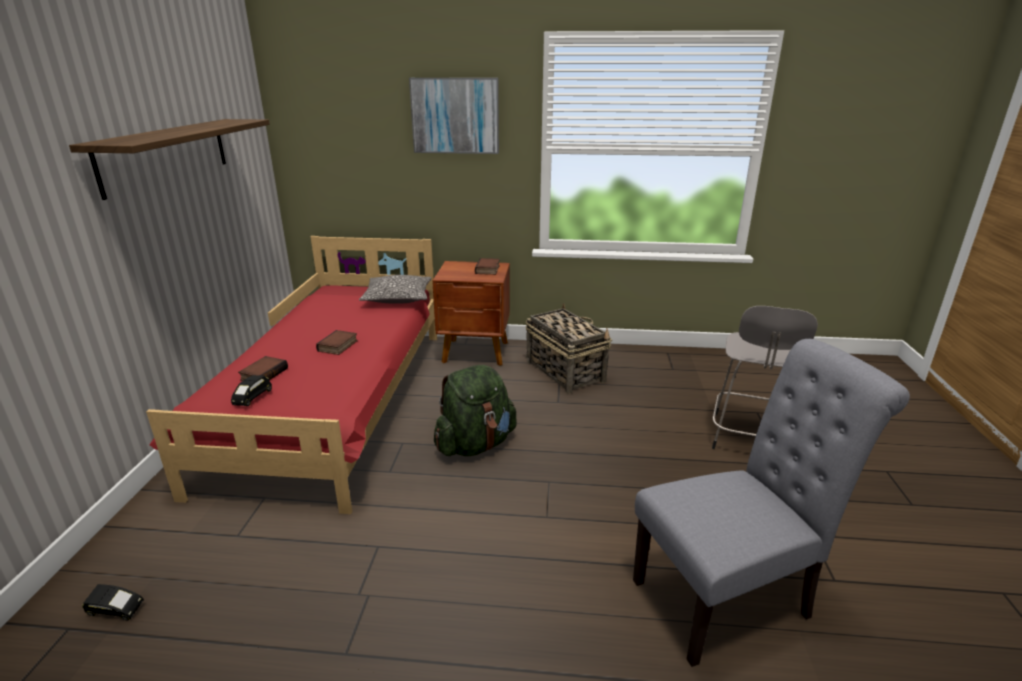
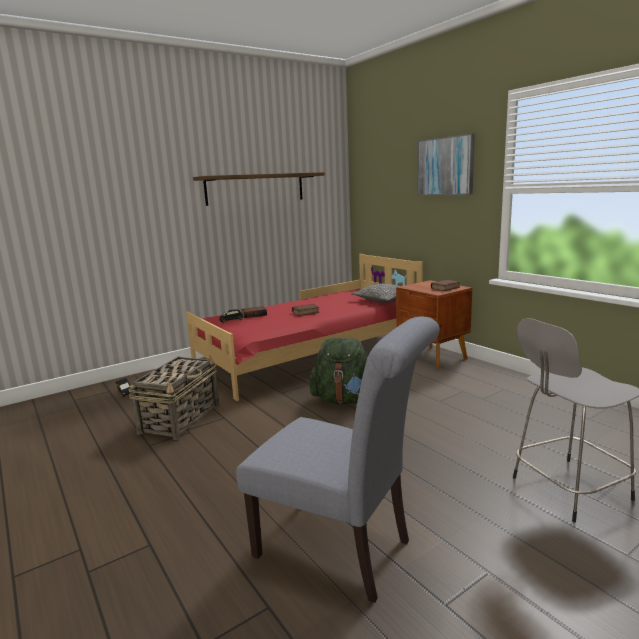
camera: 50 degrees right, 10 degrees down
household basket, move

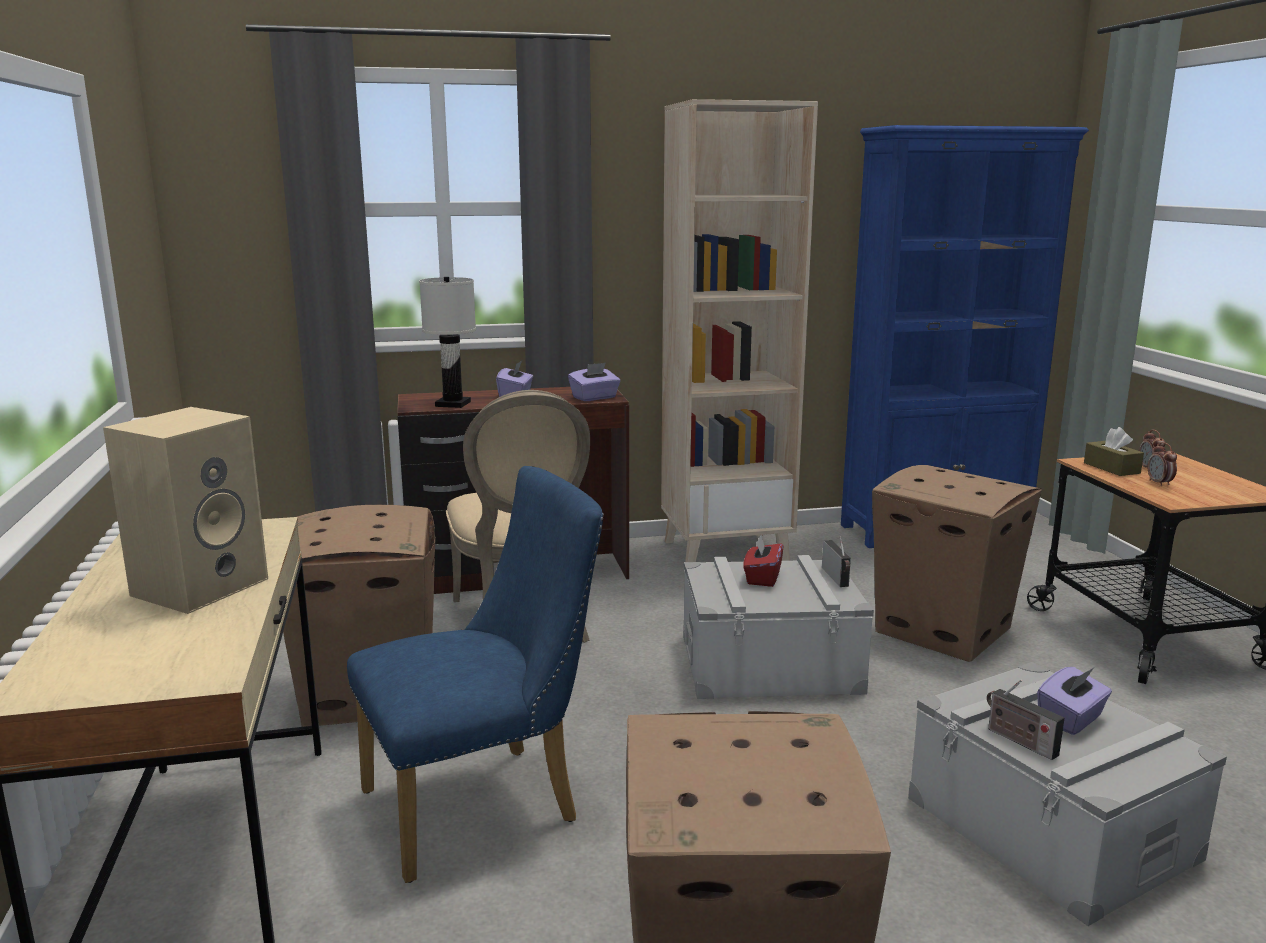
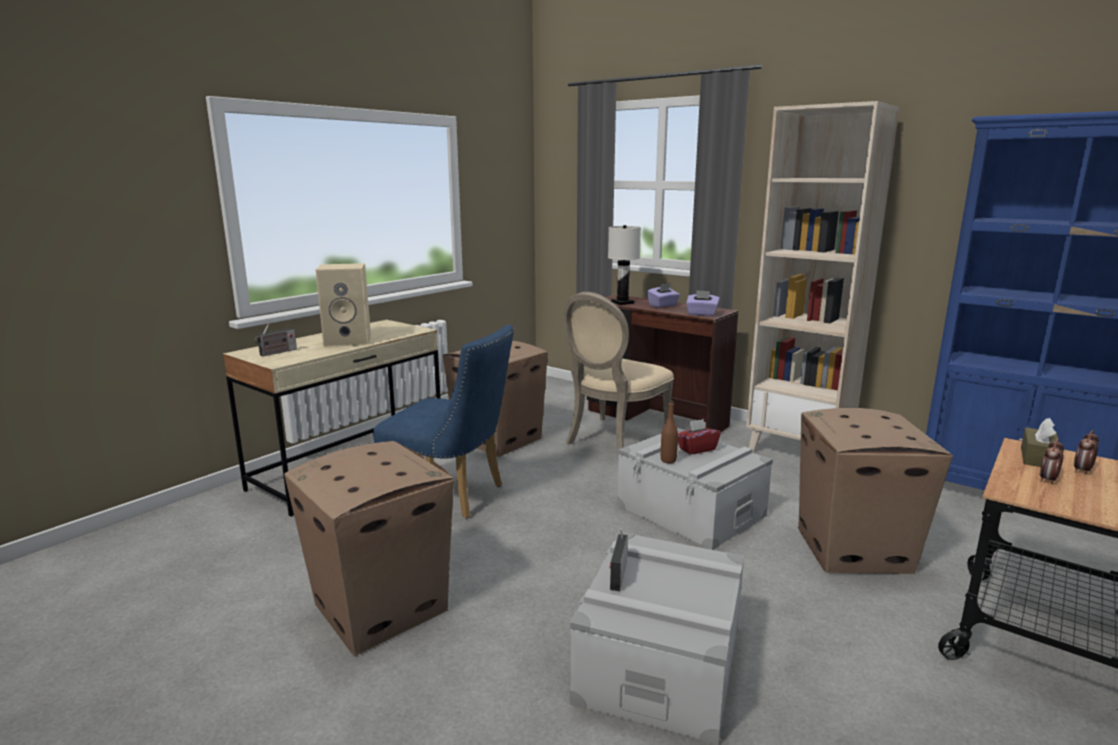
camera: 50 degrees right, 0 degrees up
radio set (1st from left), move
purplish tissue holder (3rd from left) → -
- → brownish drink bottle

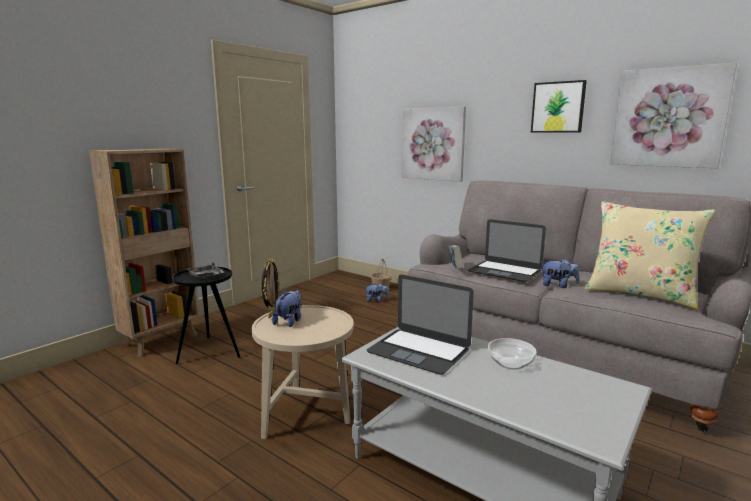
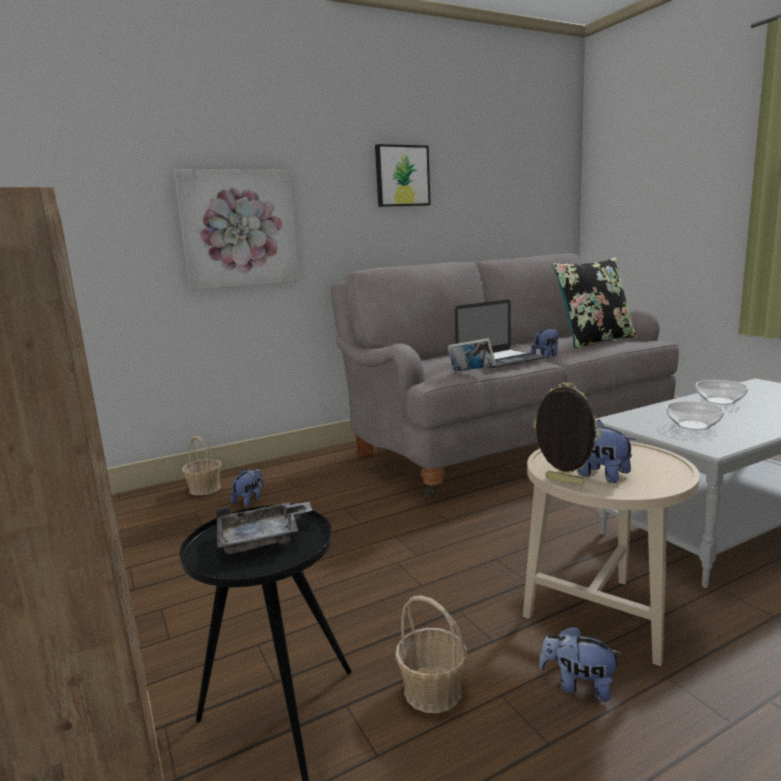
camera: 65 degrees left, 0 degrees up
wall art (3rd from left) → -
sand-coloured cushion → blackish cushion
laptop (1st from left) → deep dish (1st from left)
- → household basket (2nd from left)
- → plush toy (3rd from left)

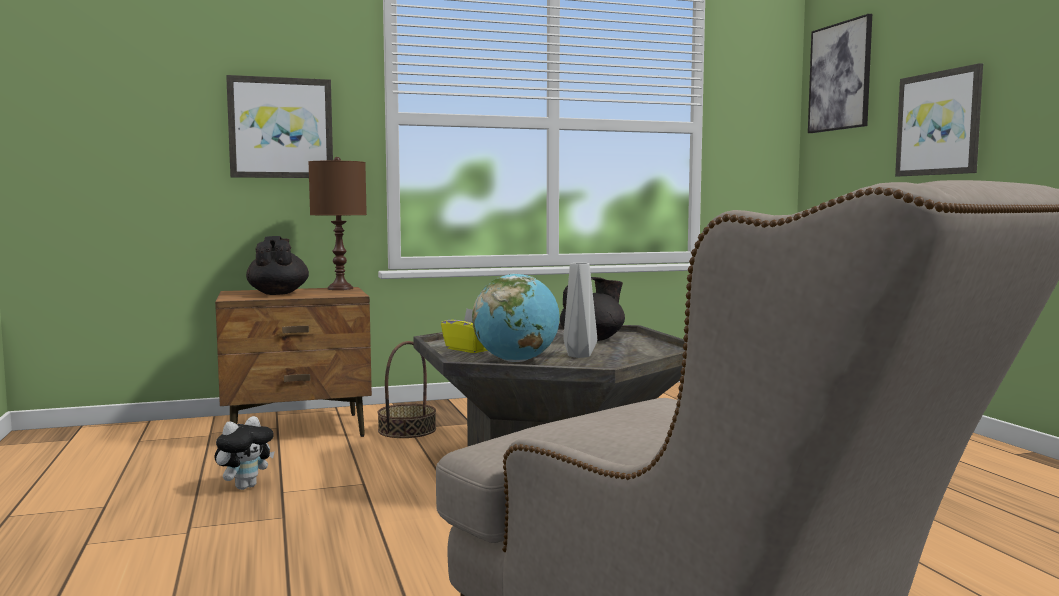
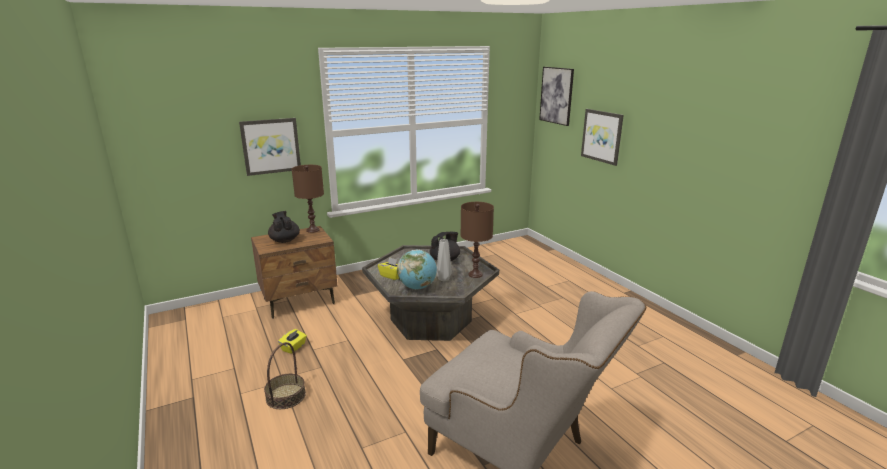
camera: 10 degrees left, 15 degrees up
household basket, move
plush toy → yellowish tissue holder (1st from left)
- → brownish table lamp (2nd from left)

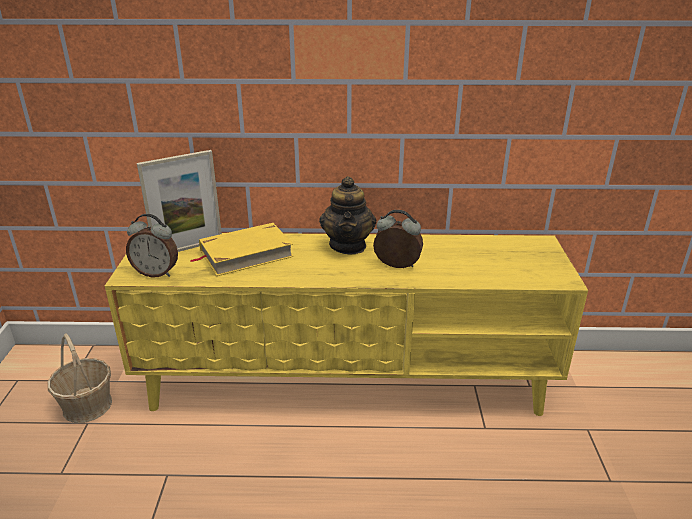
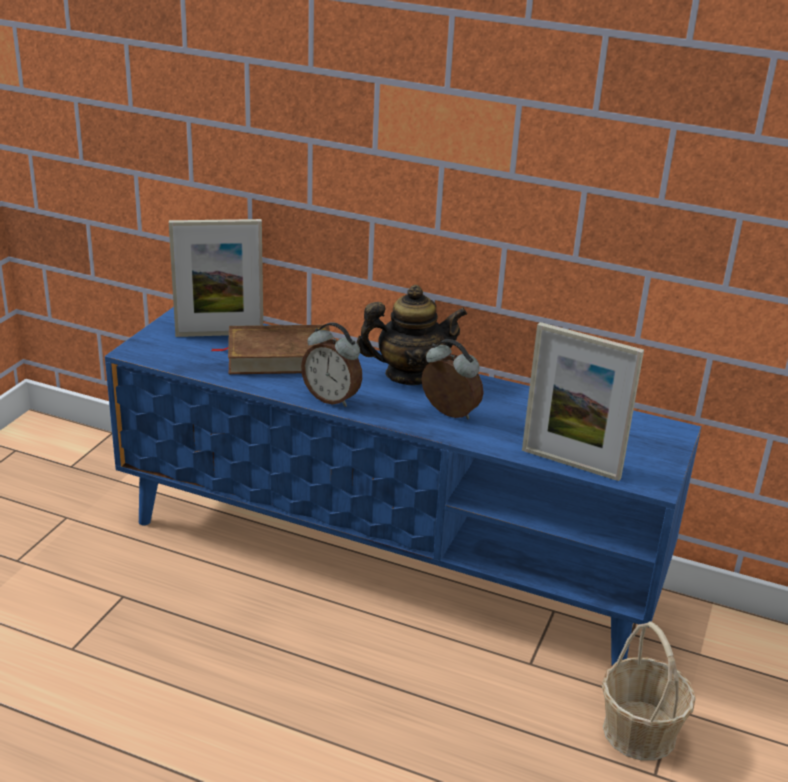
camera: 20 degrees right, 0 degrees up
teapot, 120 degrees counterclockwise
alarm clock (1st from left), move
yellowish book → brownish book
yellowish media console → blue-coloured media console
household basket, move
- → picture frame (2nd from left)

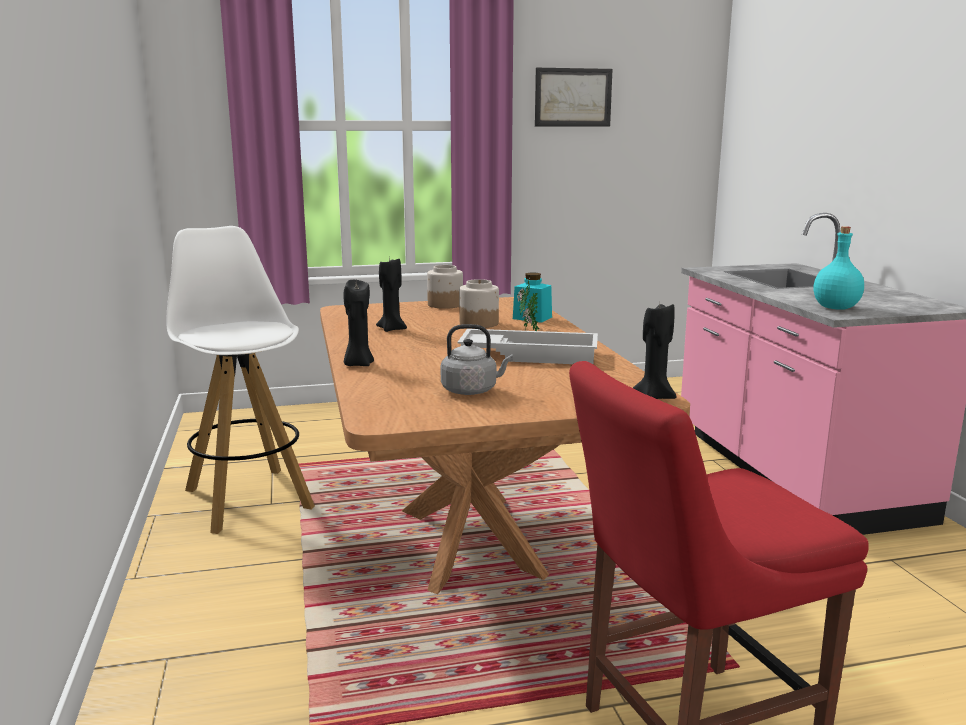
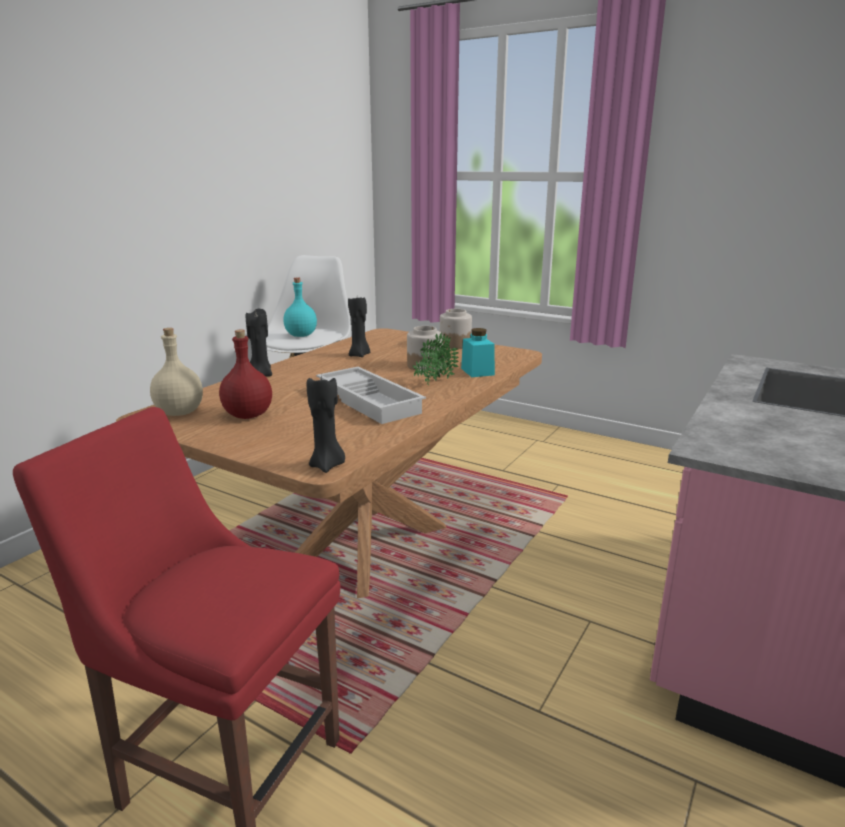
camera: 45 degrees right, 5 degrees up
wall art → -
turquoise drink bottle, move
gray water kettle → red drink bottle
- → sand-coloured drink bottle

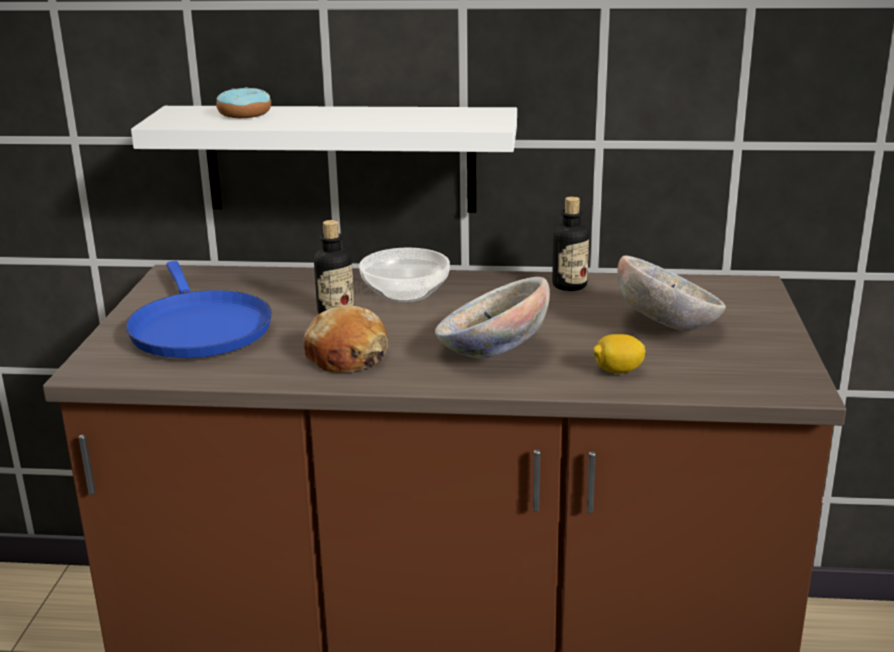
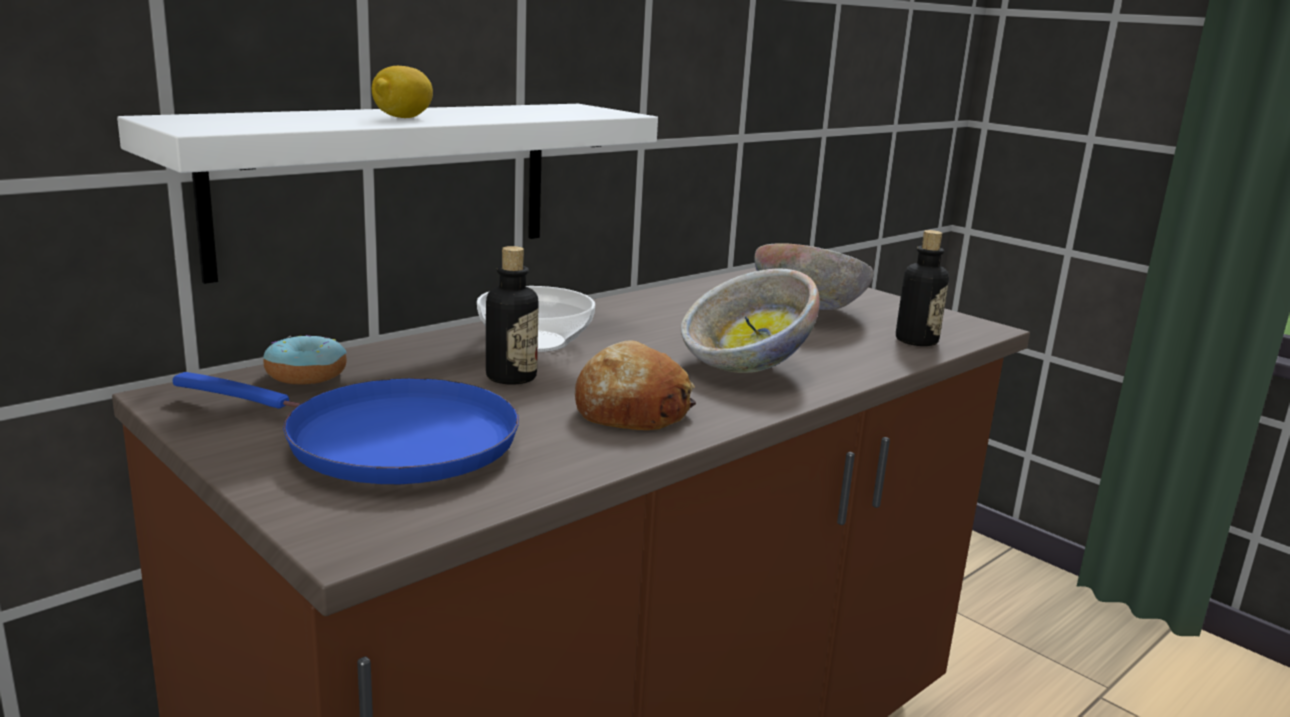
camera: 50 degrees left, 5 degrees down
doughnut, move
drink bottle (2nd from left), move
whole lemon, move

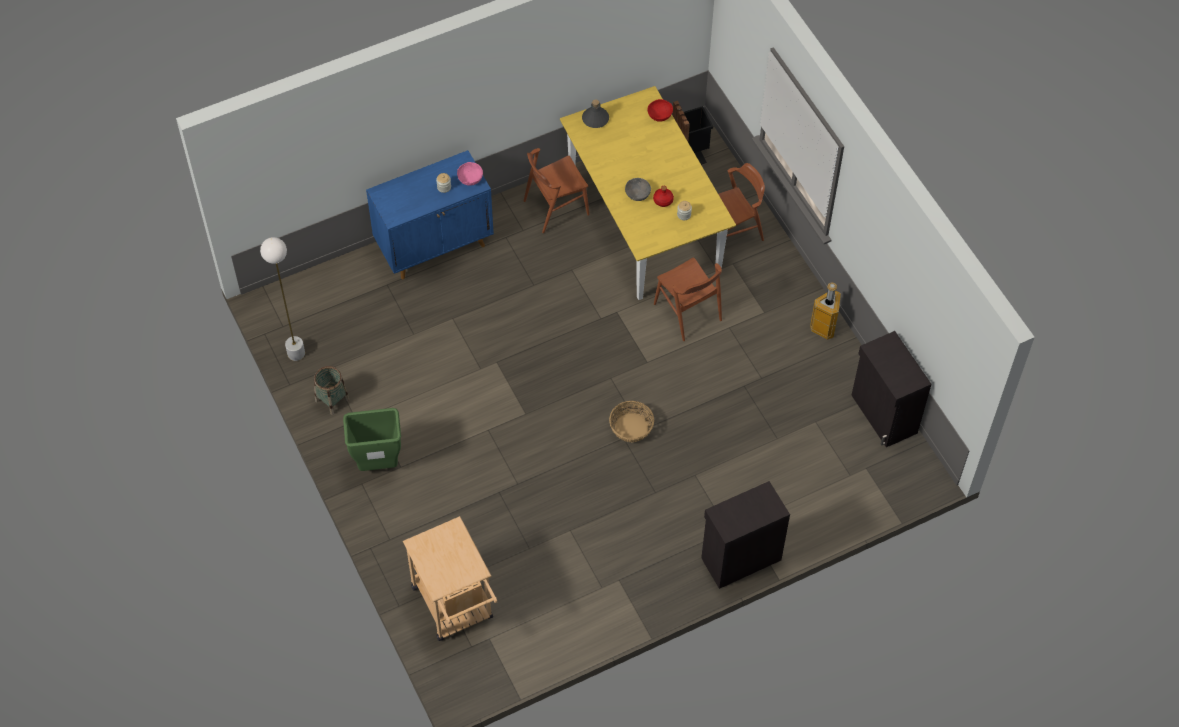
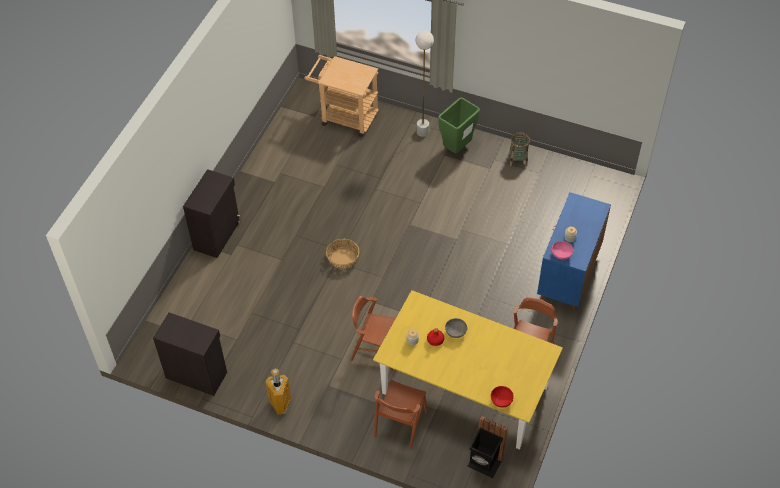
camera: 140 degrees right, 5 degrees down
gray drink bottle → -
white-coloured floor lamp, move

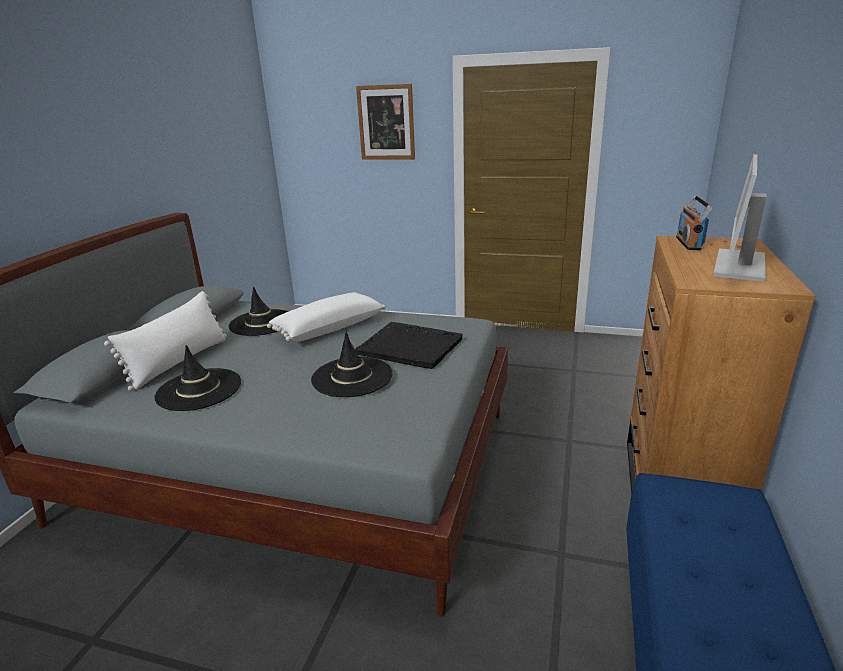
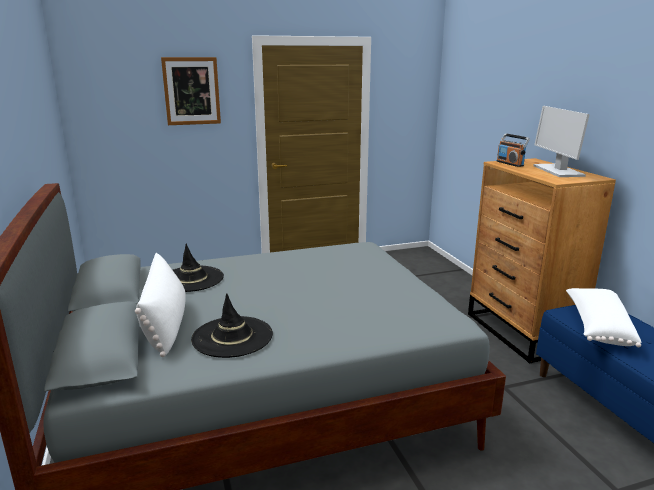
camera: 35 degrees left, 5 degrees down
white-coloured cushion (2nd from left), move
blackish carrying tray → -
blackish hat (3rd from left) → -

